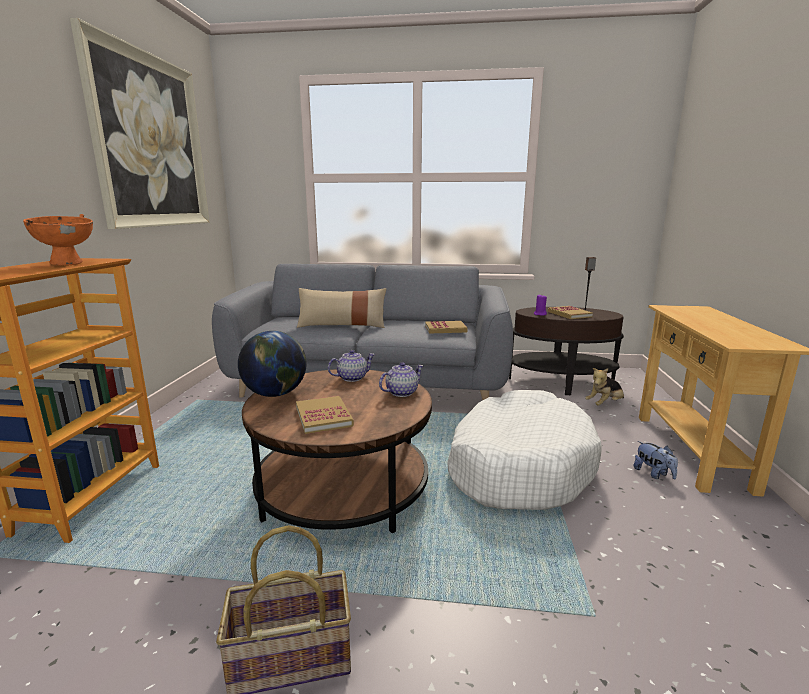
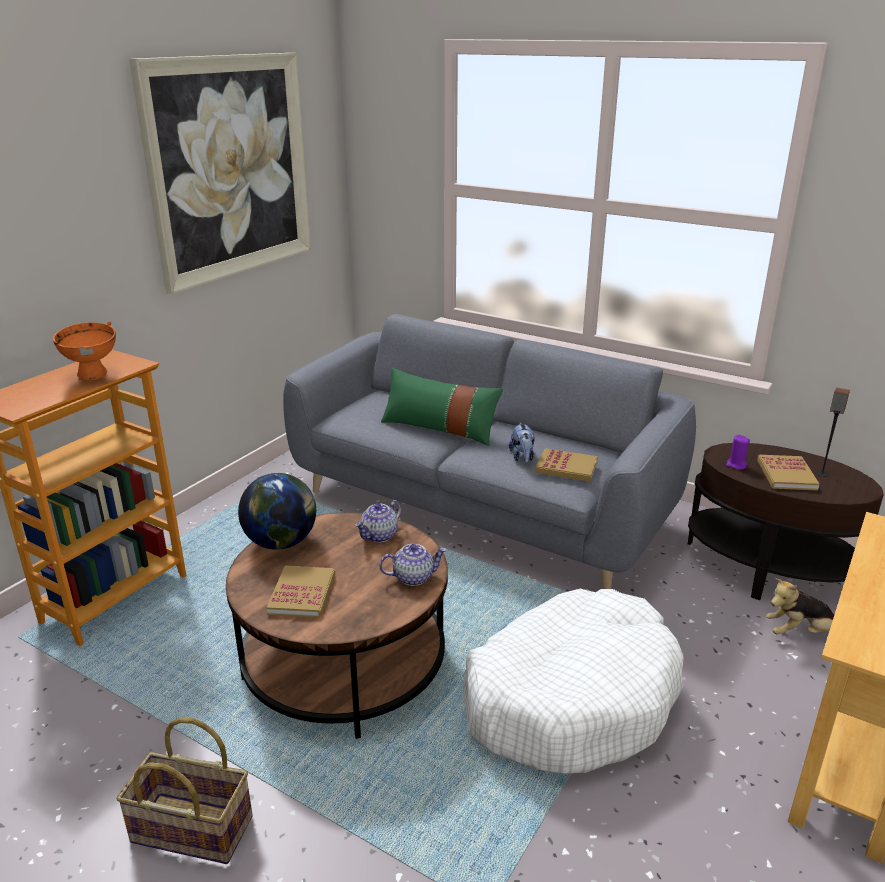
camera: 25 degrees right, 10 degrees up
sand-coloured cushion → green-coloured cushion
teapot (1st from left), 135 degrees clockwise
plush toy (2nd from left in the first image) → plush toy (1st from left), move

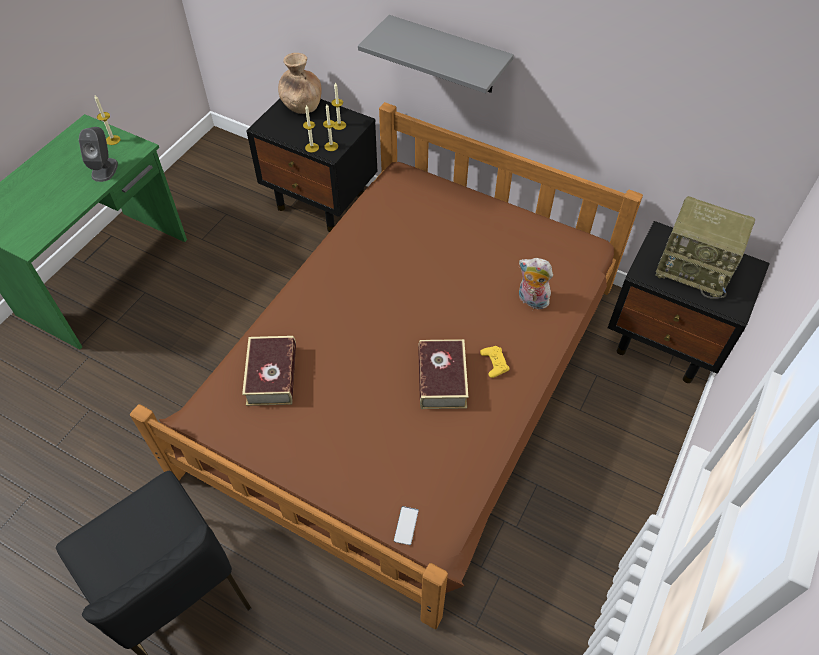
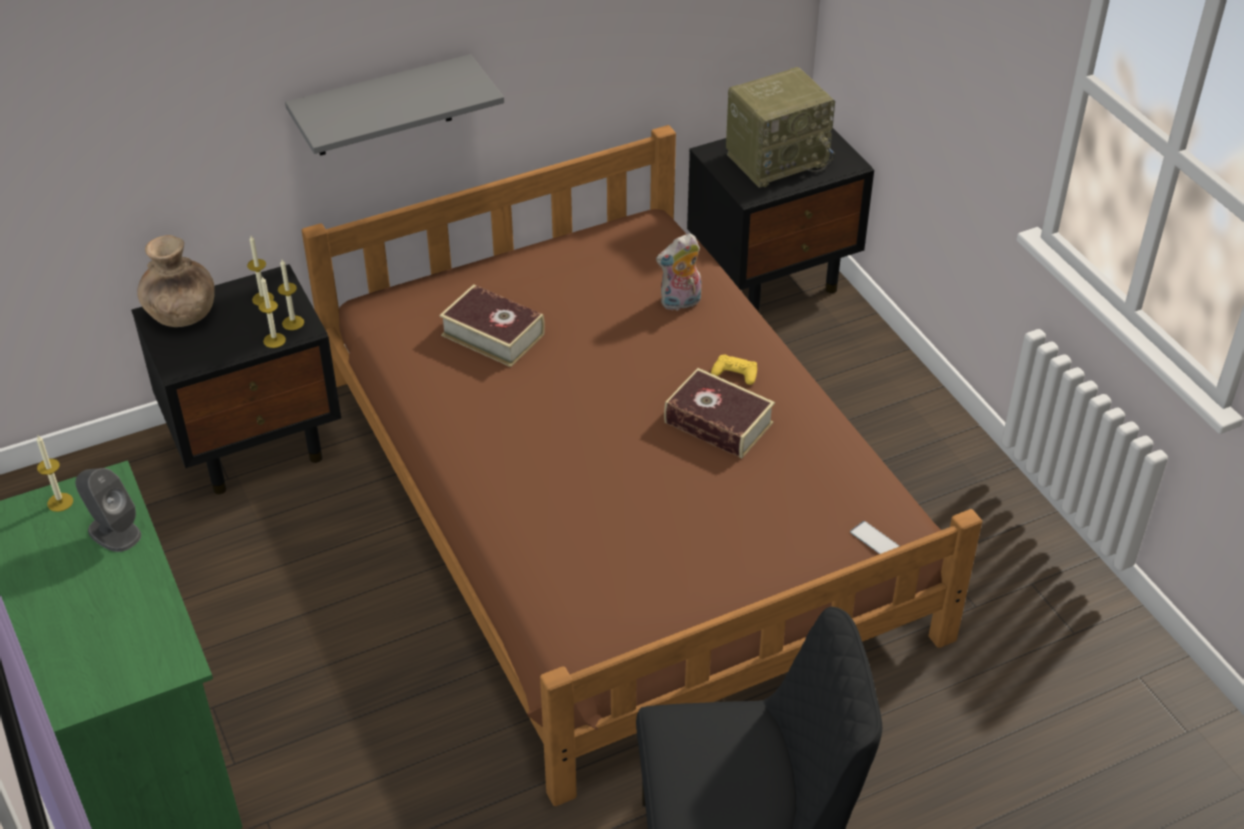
camera: 55 degrees left, 10 degrees down
book (1st from left), move

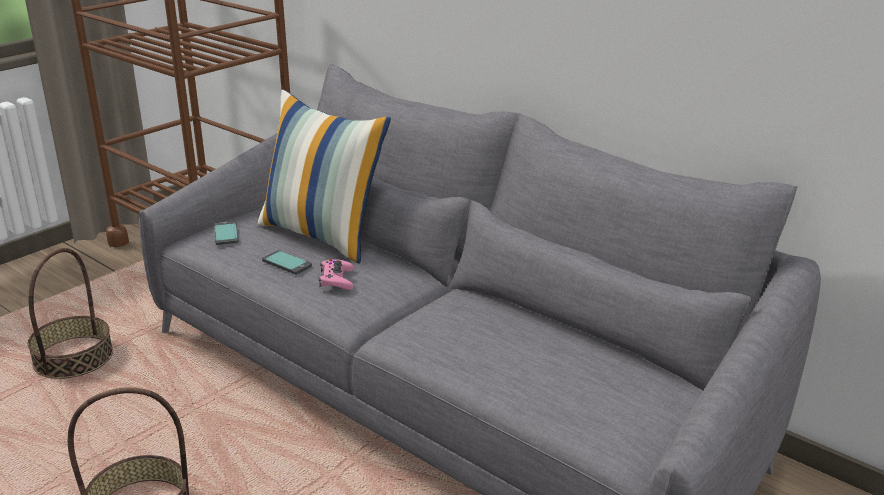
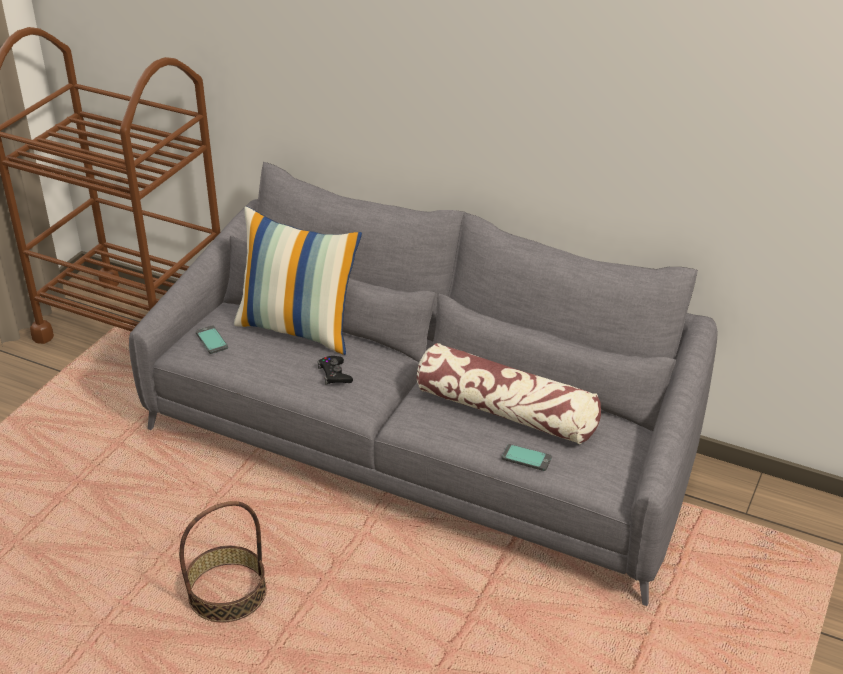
camera: 15 degrees left, 10 degrees up
household basket (1st from left) → -
phone (2nd from left), move
pink gamepad → blackish gamepad
- → cushion (2nd from left)

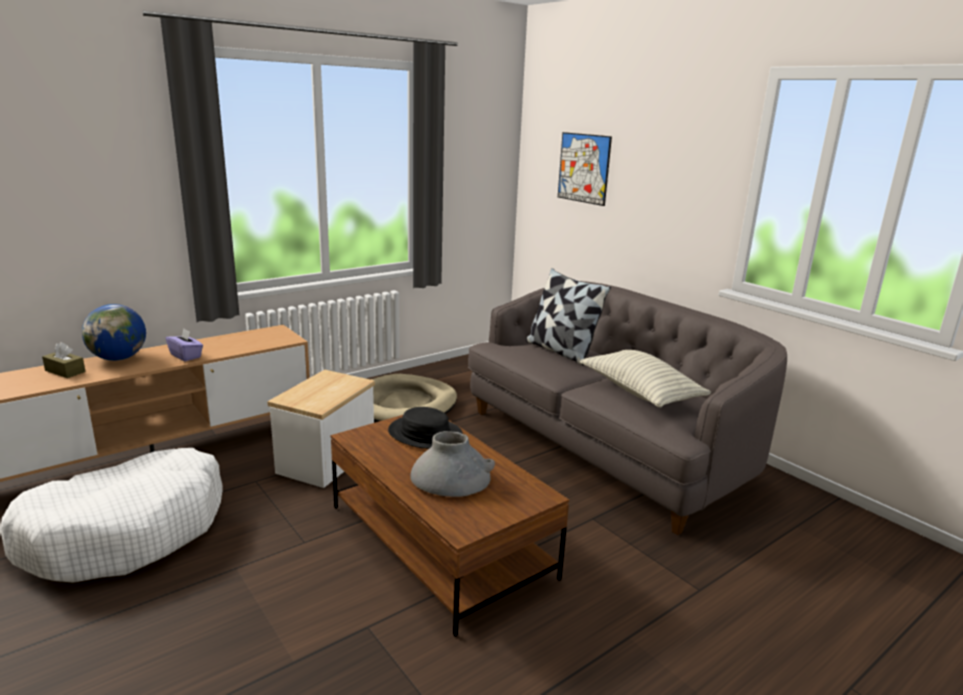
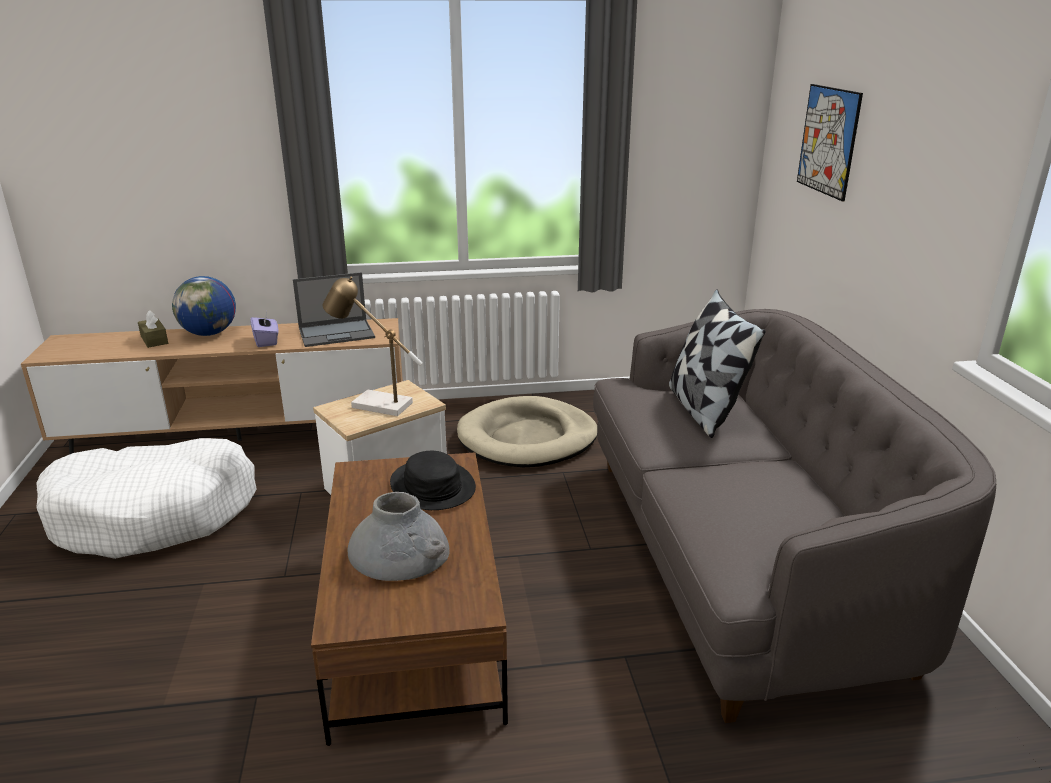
camera: 30 degrees right, 5 degrees up
cushion (2nd from left) → -
- → laptop
- → table lamp

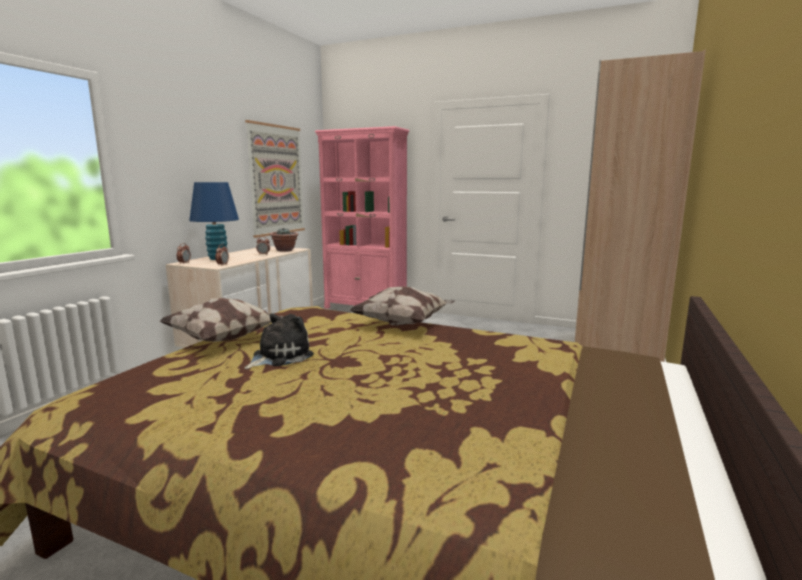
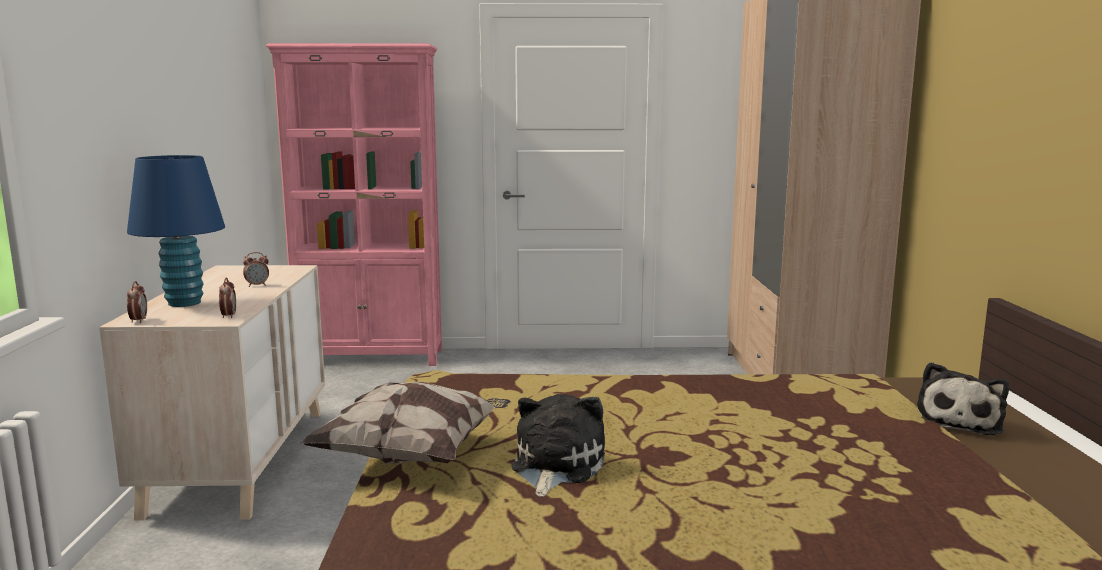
camera: 25 degrees left, 0 degrees up
wall art → -
houseplant → -
cushion (2nd from left) → -
- → plush toy (2nd from left)

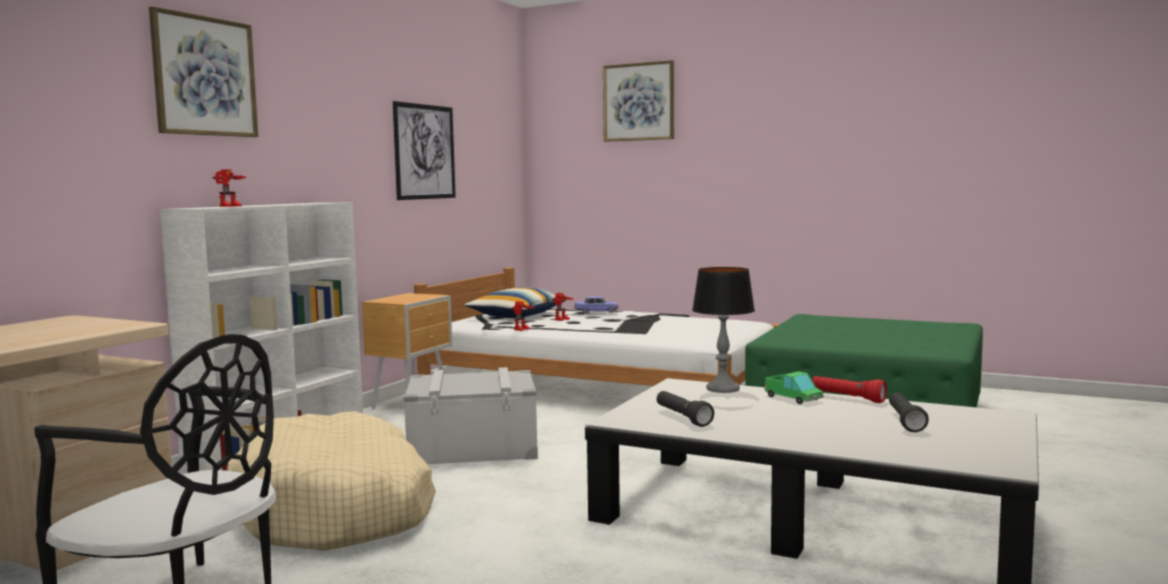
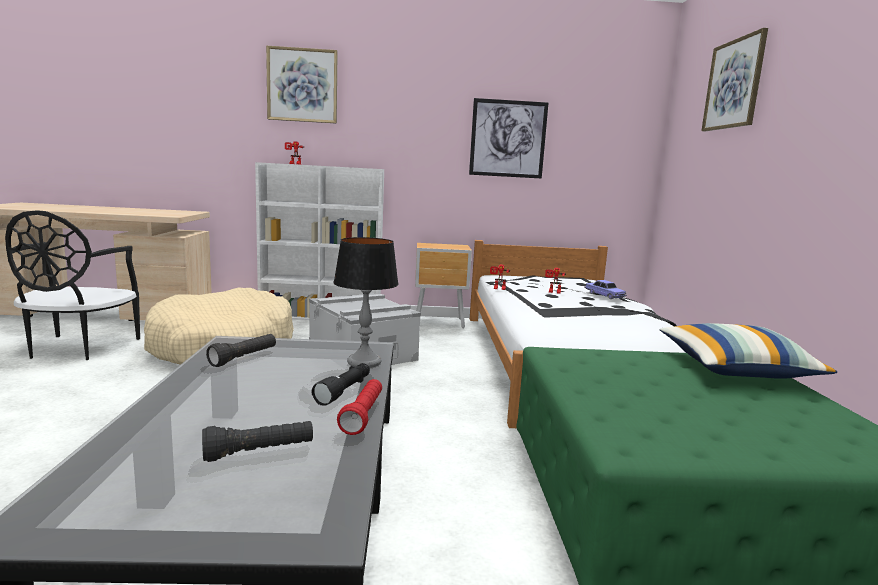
camera: 60 degrees right, 5 degrees up
cushion, move
model truck → blackish flashlight (3rd from left)

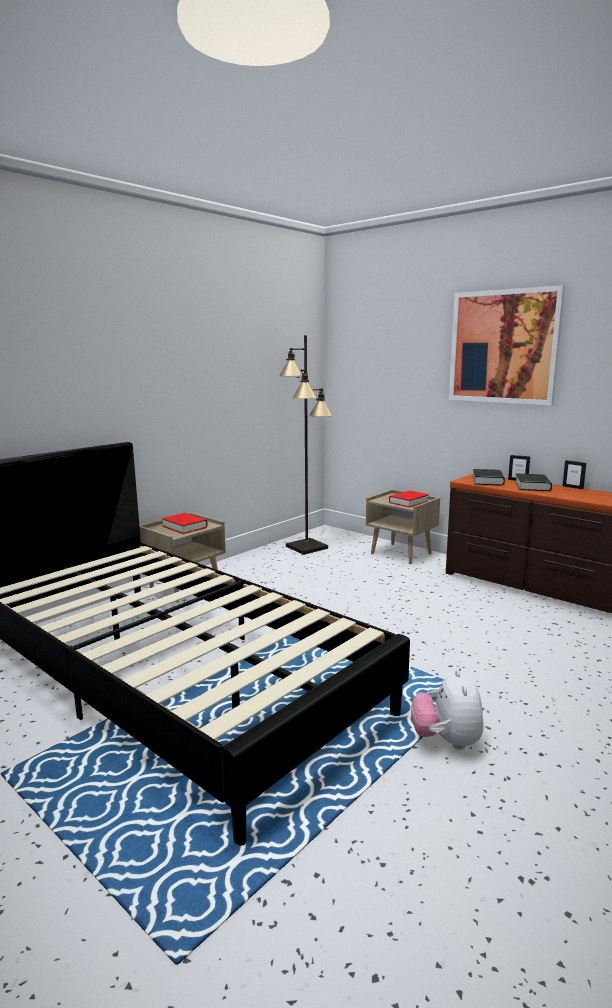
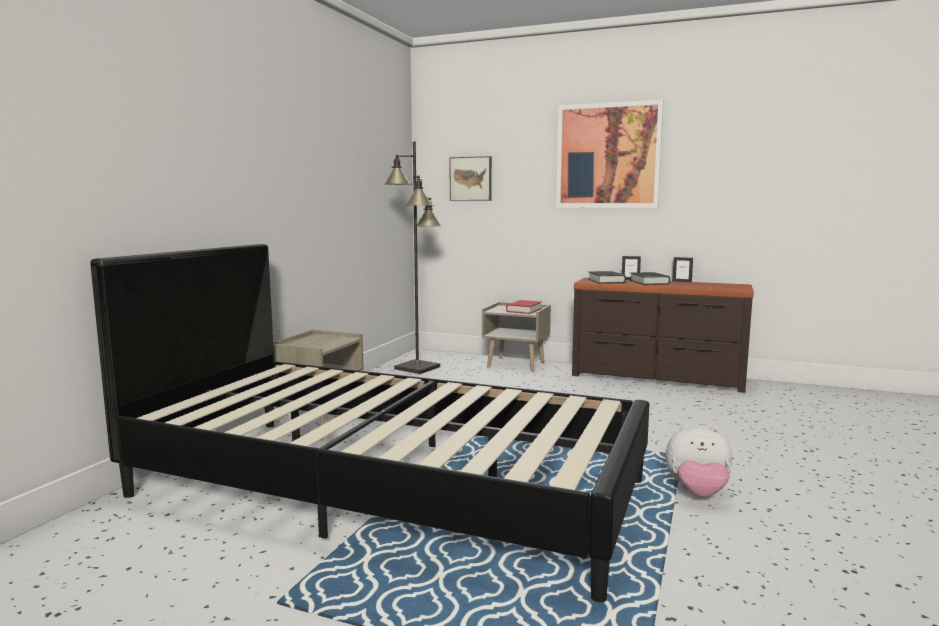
camera: 20 degrees left, 5 degrees down
red book (1st from left) → -
plush toy, 60 degrees counterclockwise
- → wall art (1st from left)

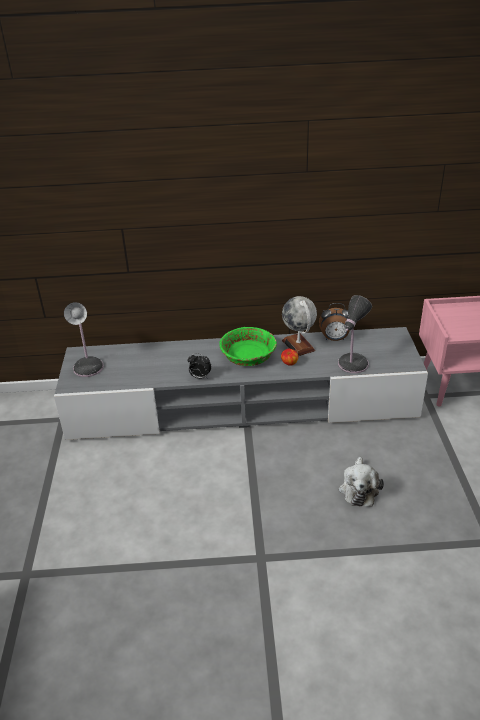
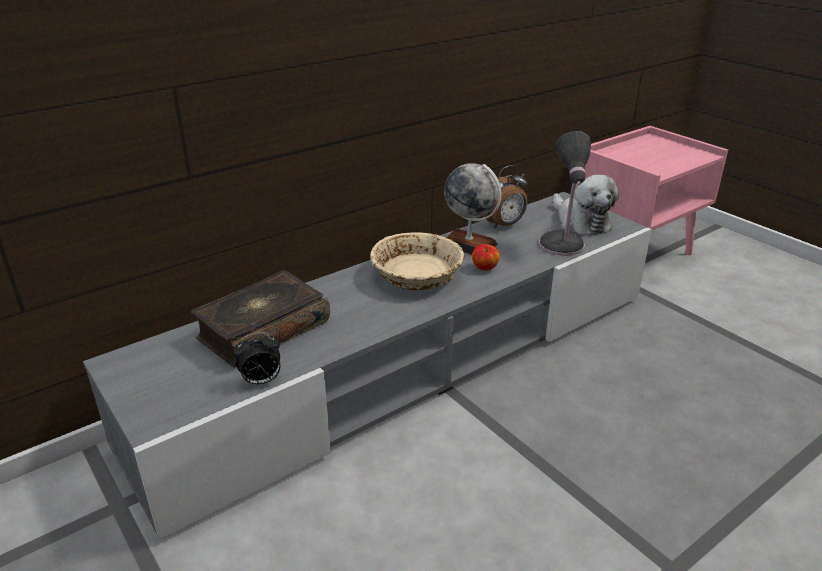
camera: 35 degrees left, 5 degrees down
table lamp (1st from left) → -
green-coloured deep dish → sand-coloured deep dish
alarm clock (1st from left), move
plush toy, move
- → book

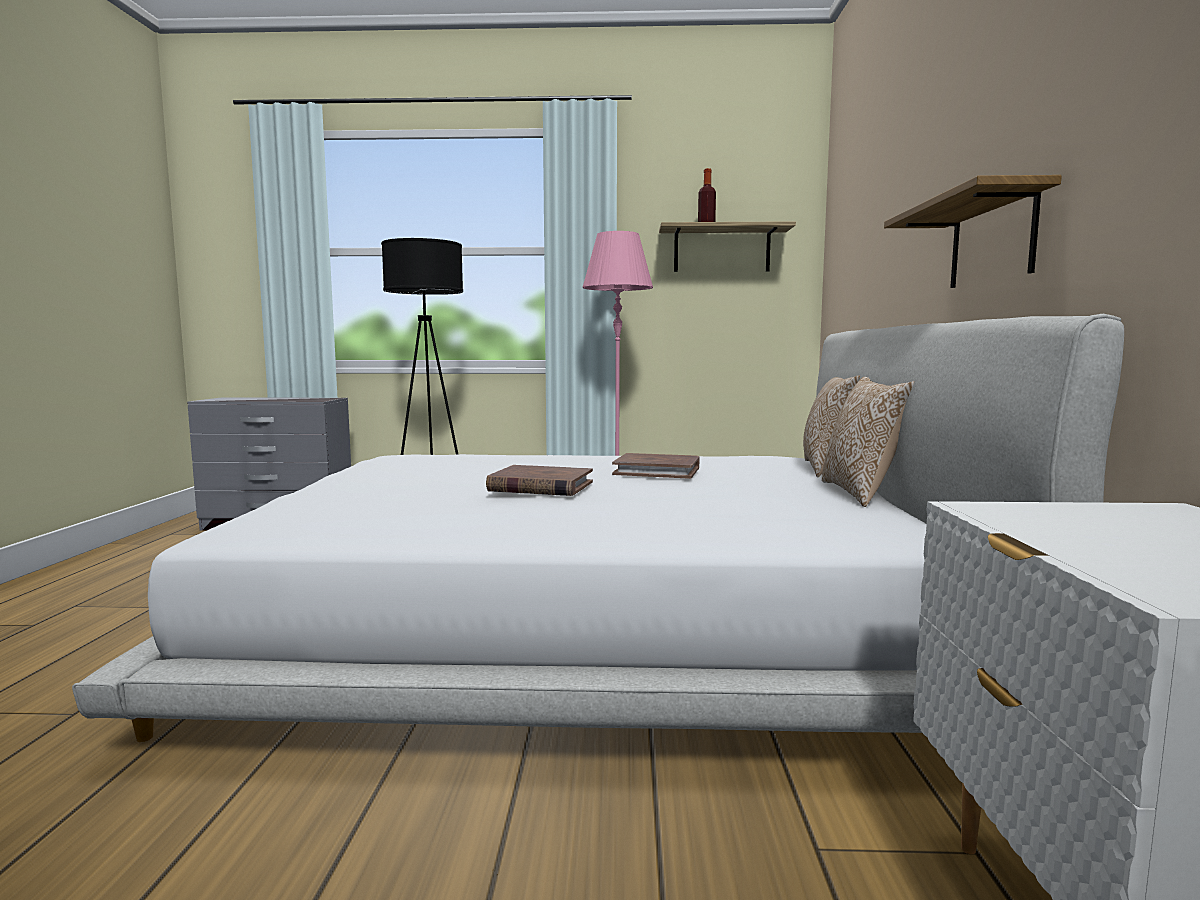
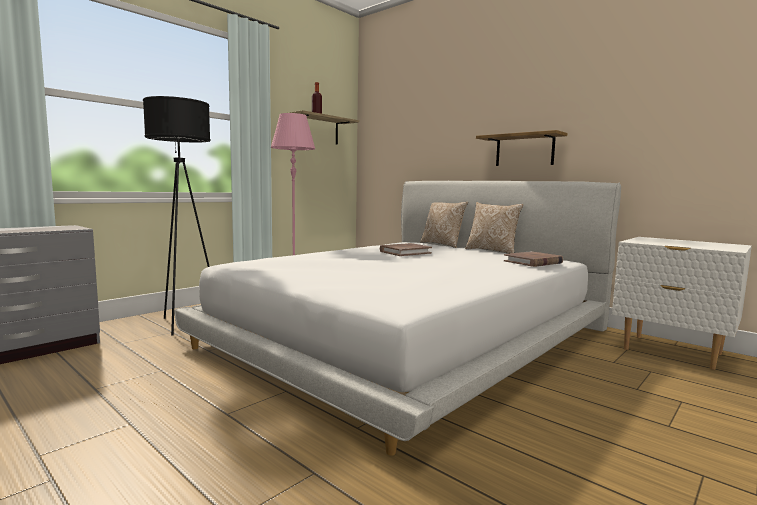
camera: 50 degrees left, 0 degrees up
brownish book (1st from left in the first image) → brownish book (2nd from left), move

